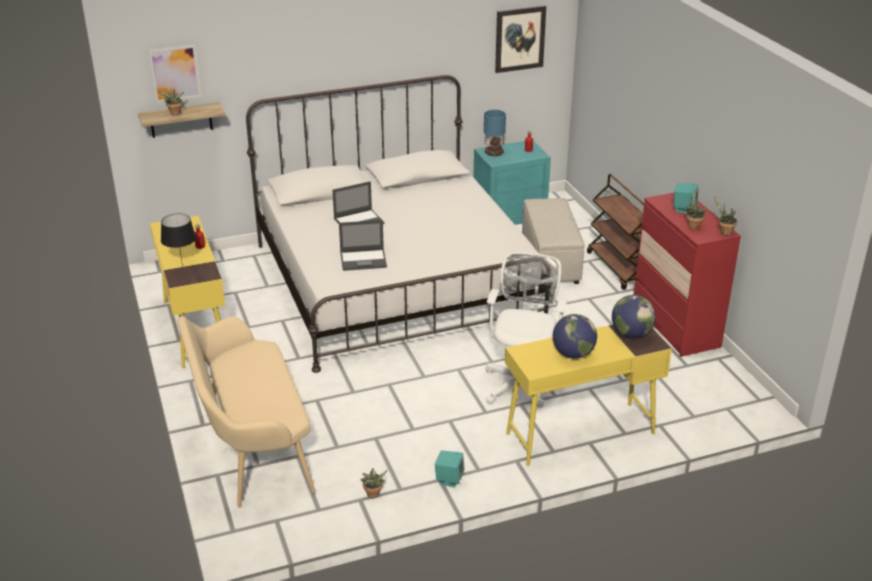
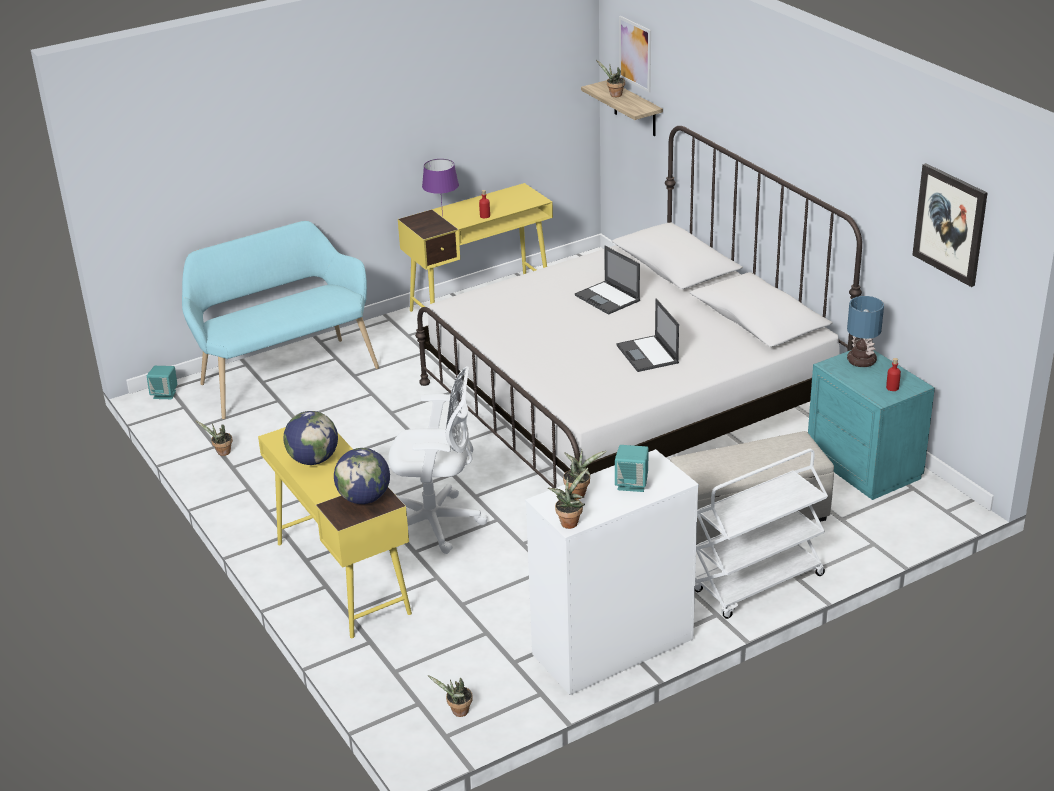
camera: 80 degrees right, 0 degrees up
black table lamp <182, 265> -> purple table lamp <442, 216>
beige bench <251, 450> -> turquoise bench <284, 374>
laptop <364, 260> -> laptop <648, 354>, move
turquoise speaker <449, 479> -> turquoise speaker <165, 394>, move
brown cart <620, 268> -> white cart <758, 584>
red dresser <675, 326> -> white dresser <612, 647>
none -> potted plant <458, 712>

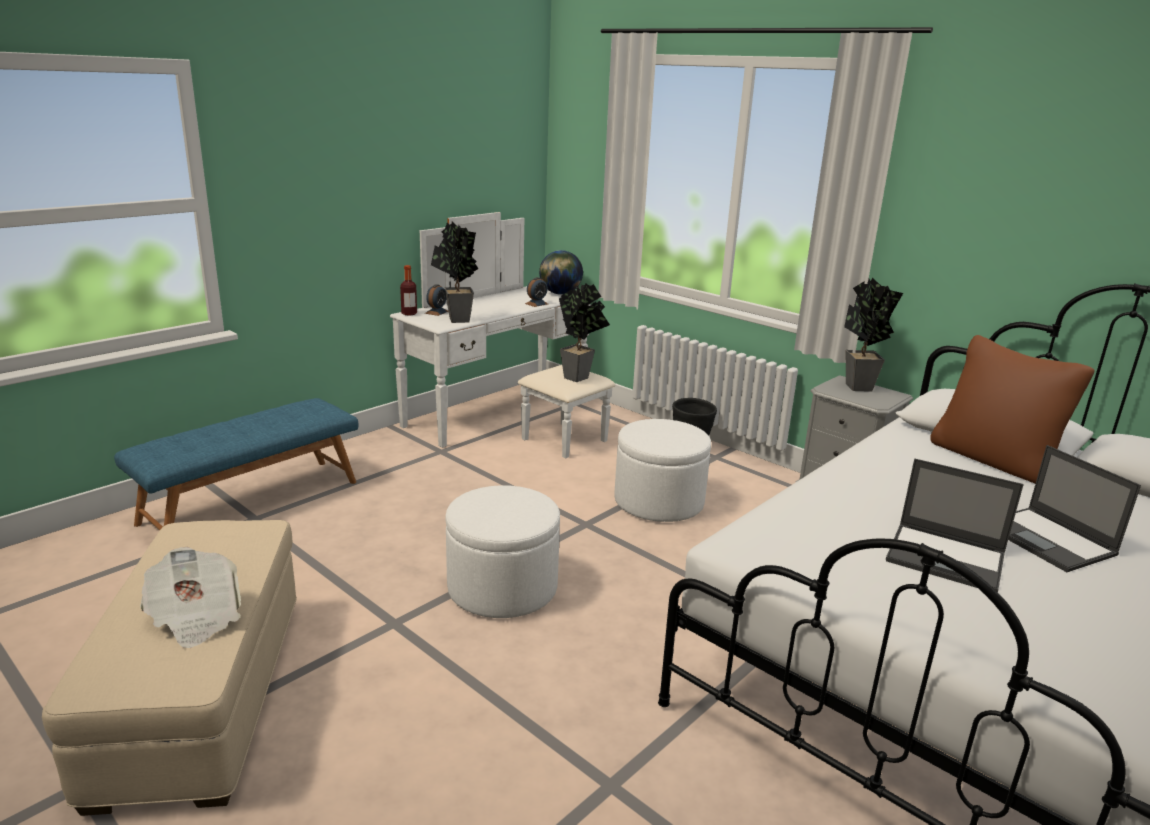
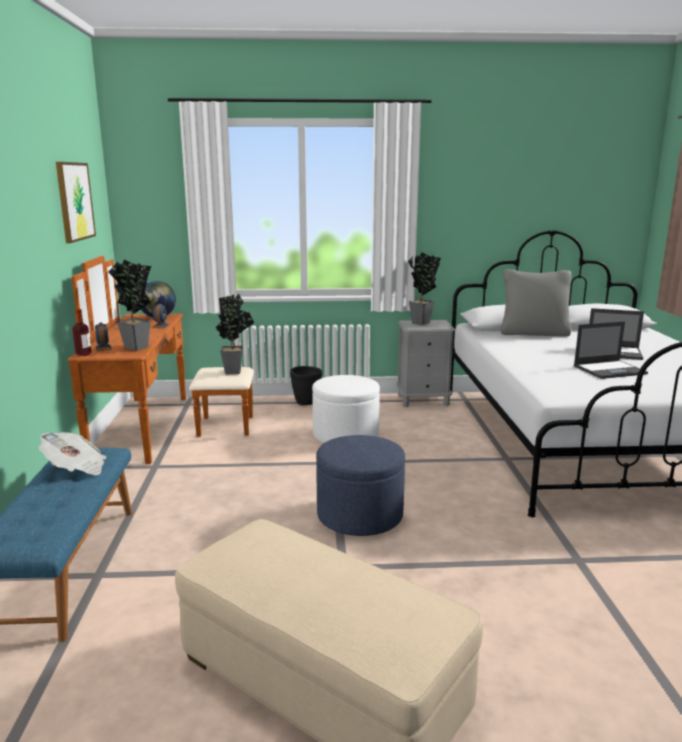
camera: 45 degrees left, 5 degrees down
newspaper <195, 617> -> newspaper <76, 468>, move
white dresser <512, 417> -> brown dresser <161, 427>
white ottoman <502, 588> -> blue ottoman <359, 515>
brown pillow <993, 459> -> grey pillow <533, 333>
none -> picture <74, 201>

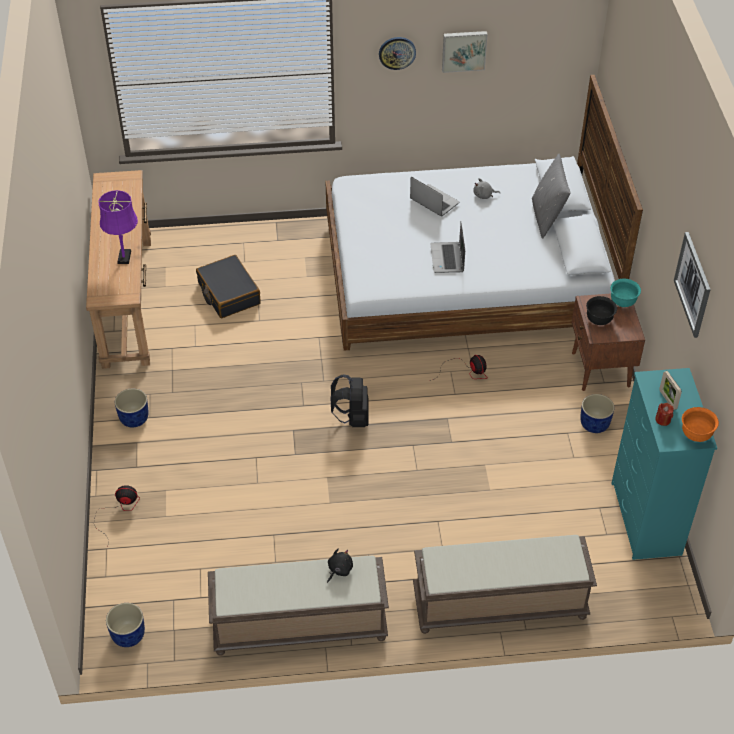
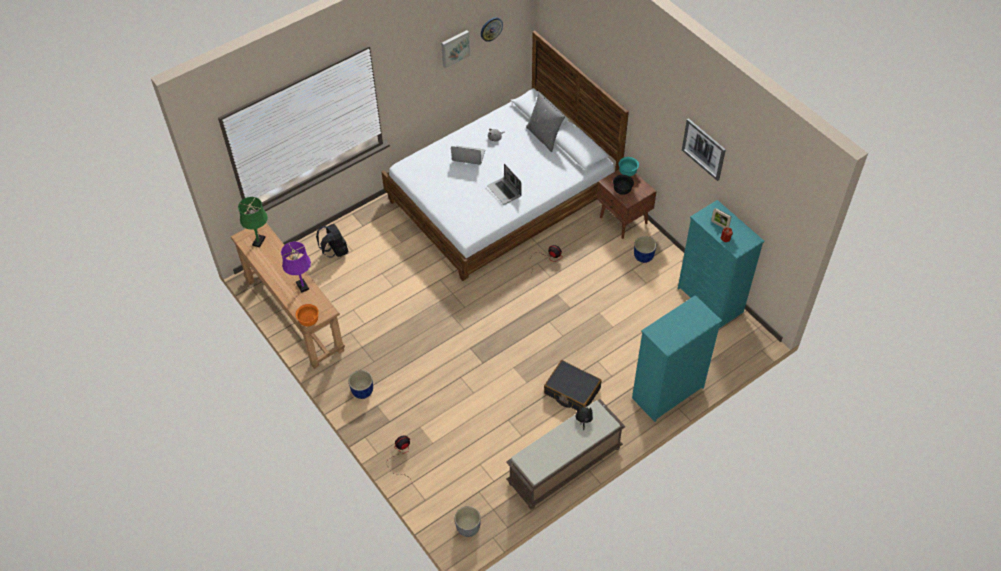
camera: 30 degrees left, 5 degrees up
blue planter <128, 634> -> grey planter <468, 527>
black suitcase <228, 294> -> black suitcase <572, 391>, move
black backpack <353, 418> -> black backpack <335, 251>, move
wall clock <397, 52> -> wall clock <491, 29>, move
brown bench <498, 604> -> turquoise dresser <667, 393>
orange bowl <696, 434> -> orange bowl <309, 321>, move
none -> green table lamp <259, 240>

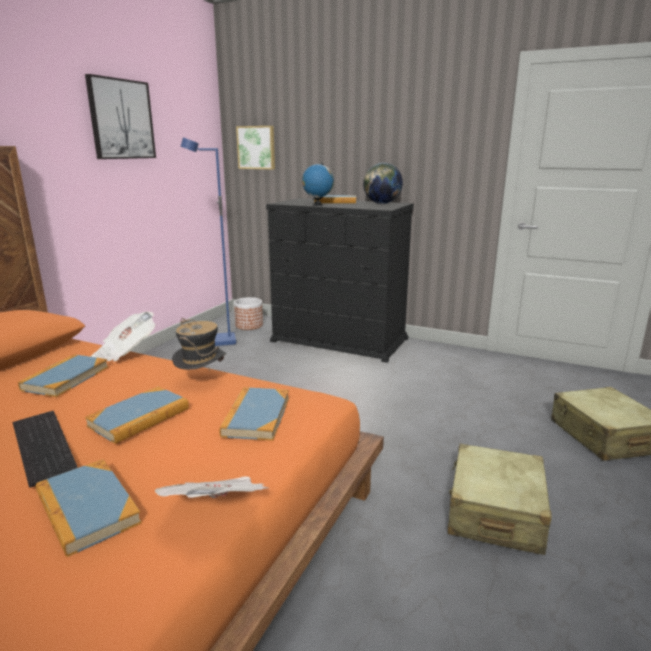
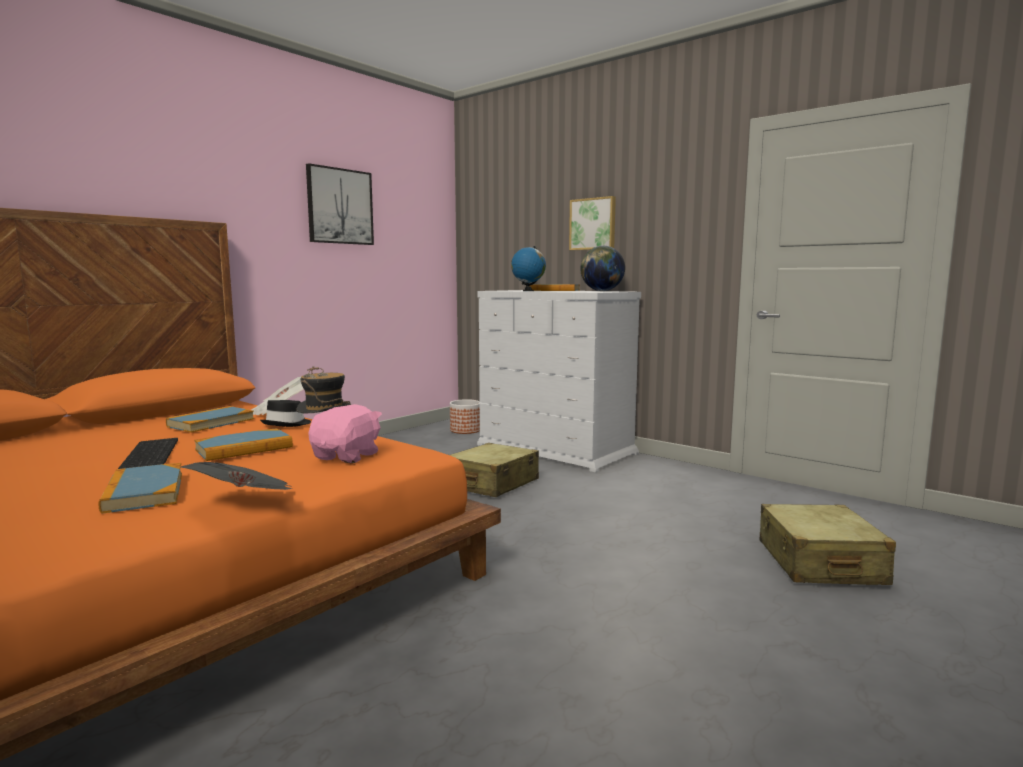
camera: 15 degrees right, 10 degrees down
blue floor lamp <219, 341> -> none
book <256, 416> -> pink plush toy <347, 456>
picture <256, 147> -> picture <593, 224>, move
black dresser <340, 340> -> white dresser <556, 449>
beige suitcase <495, 512> -> beige suitcase <491, 484>, move
none -> black hat <287, 424>

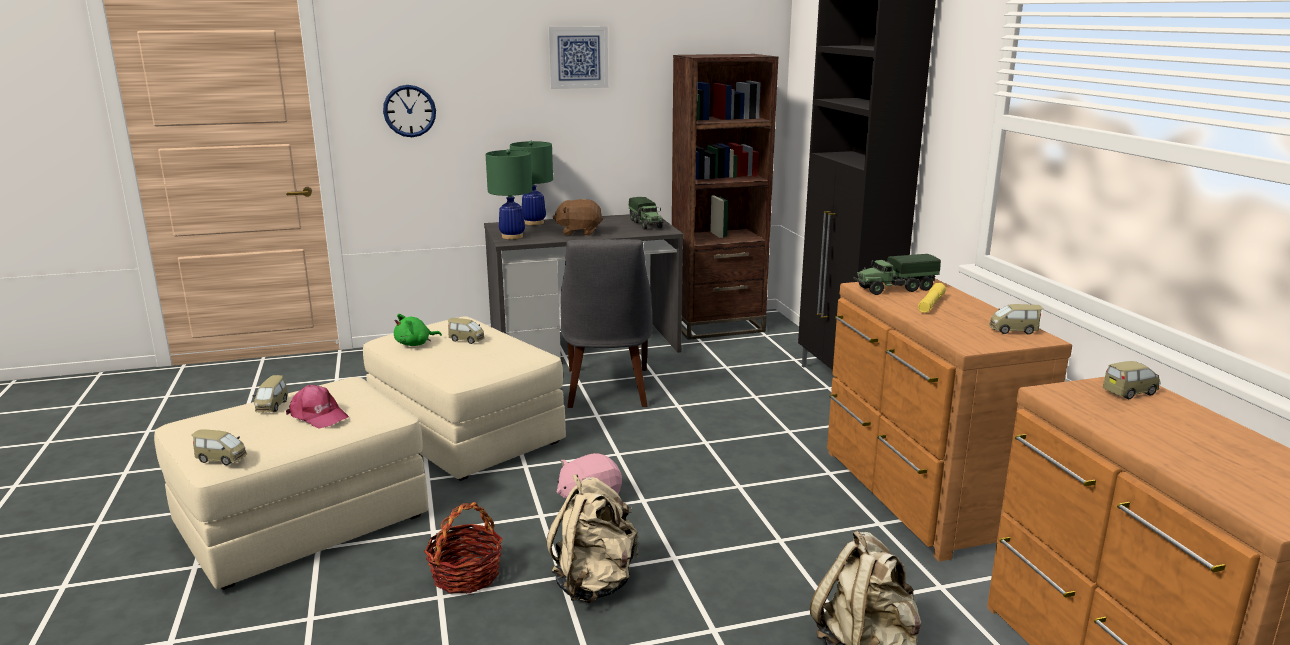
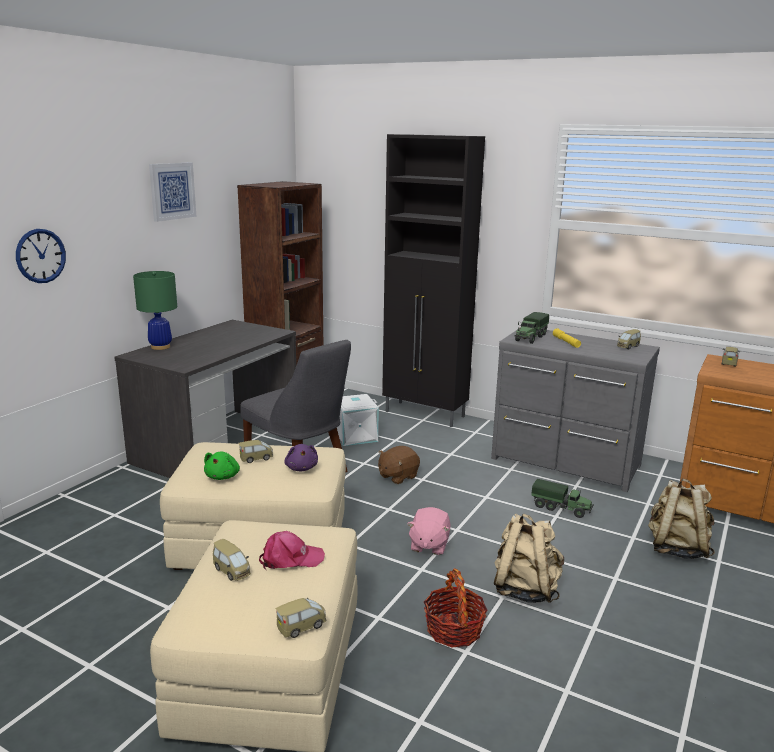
camera: 45 degrees left, 0 degrees up
green table lamp <512, 236> -> none
brown plush toy <579, 232> -> brown plush toy <397, 476>, move
toy truck <646, 224> -> toy truck <561, 508>, move
brown dresser <918, 496> -> grey dresser <565, 463>
none -> purple plush toy <301, 468>
none -> white storage box <355, 436>

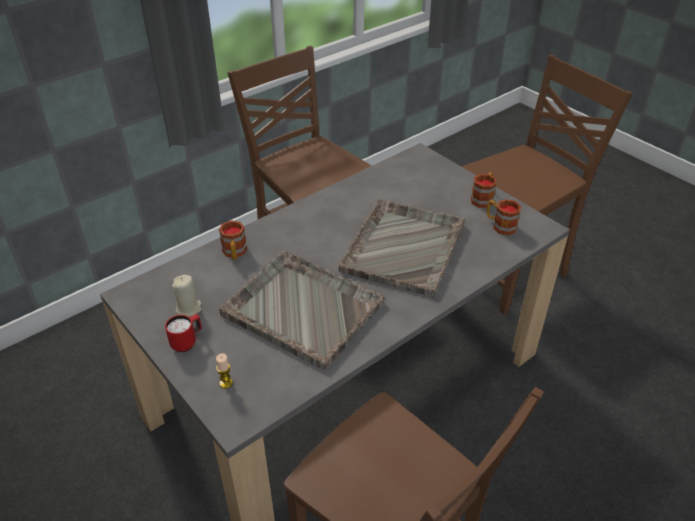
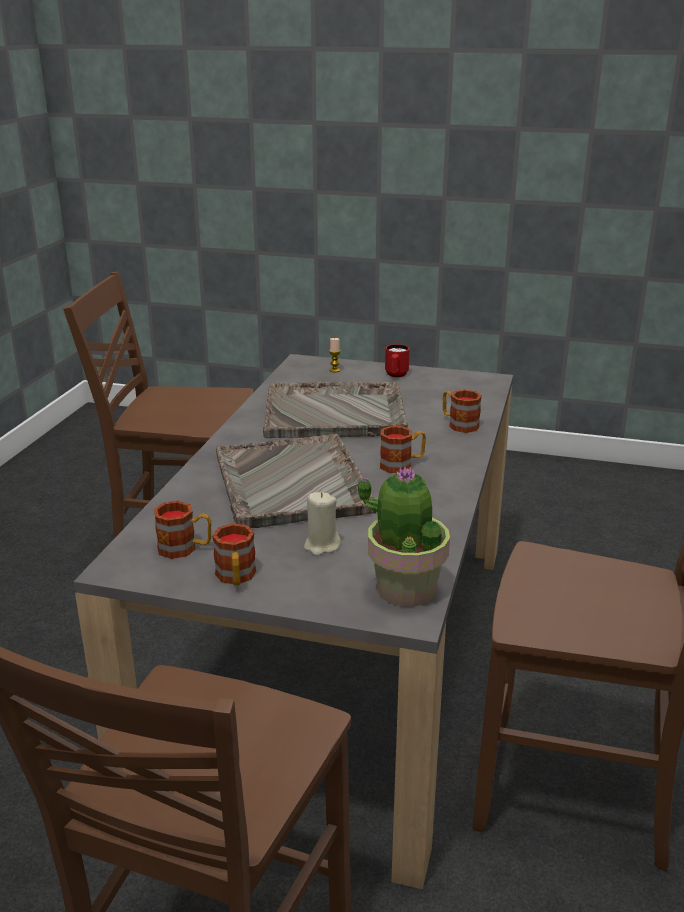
camera: 145 degrees right, 15 degrees down
beige candle <188, 308> -> beige candle <321, 546>, move
none -> potted plant <405, 589>
none -> mug <402, 464>

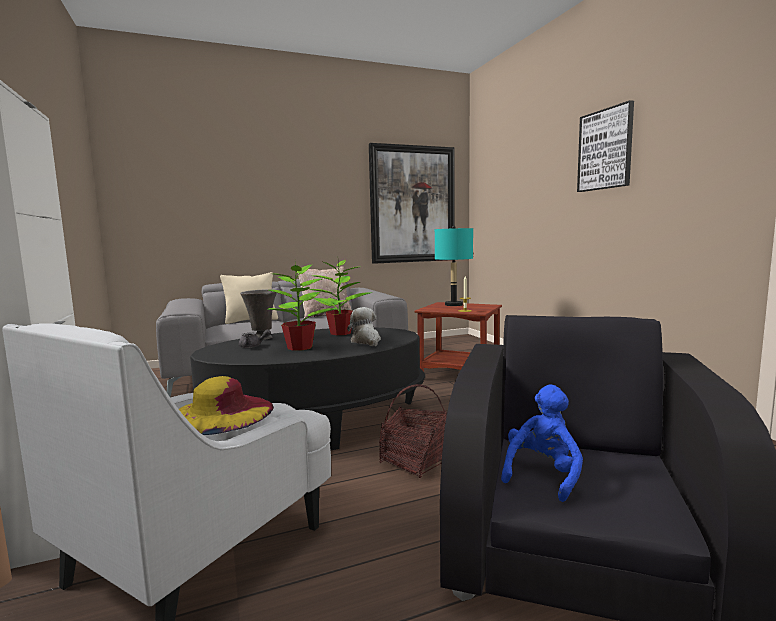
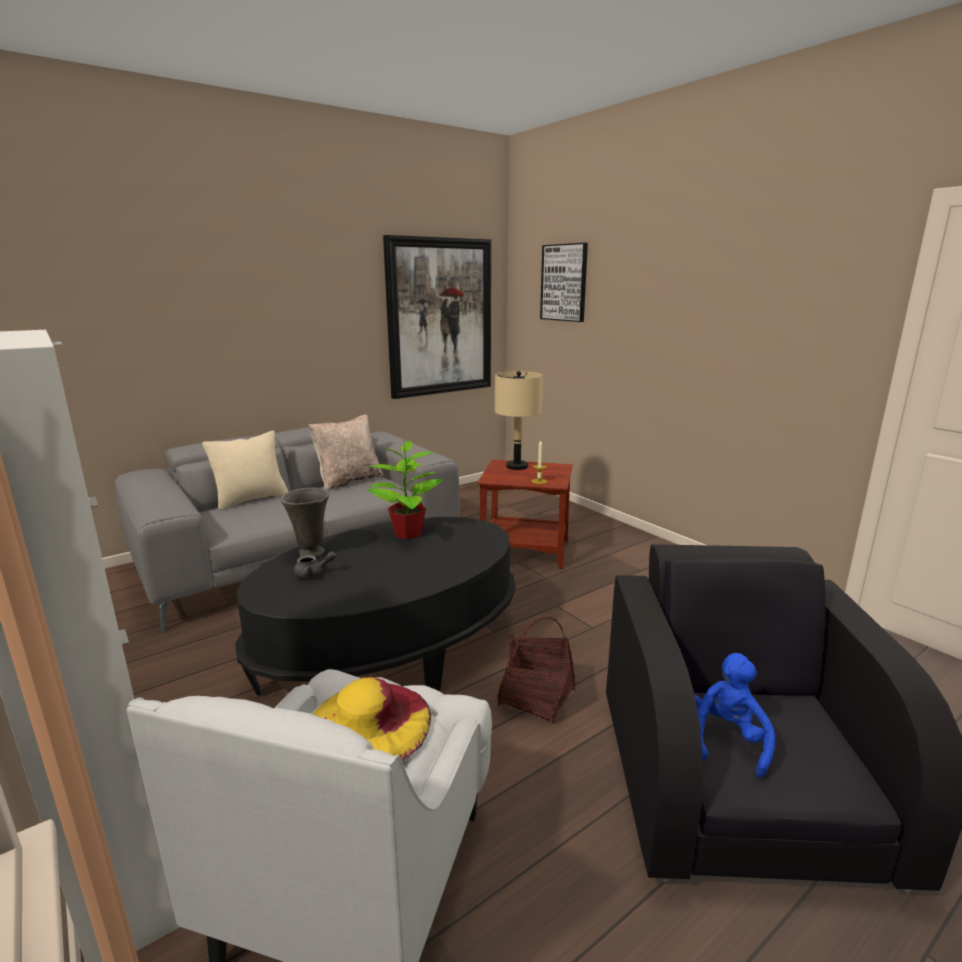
camera: 15 degrees left, 10 degrees up
potted plant <300, 347> -> none
plush toy <366, 341> -> none
turquoise table lamp <454, 305> -> beige table lamp <517, 467>
picture <605, 149> -> picture <564, 282>, move

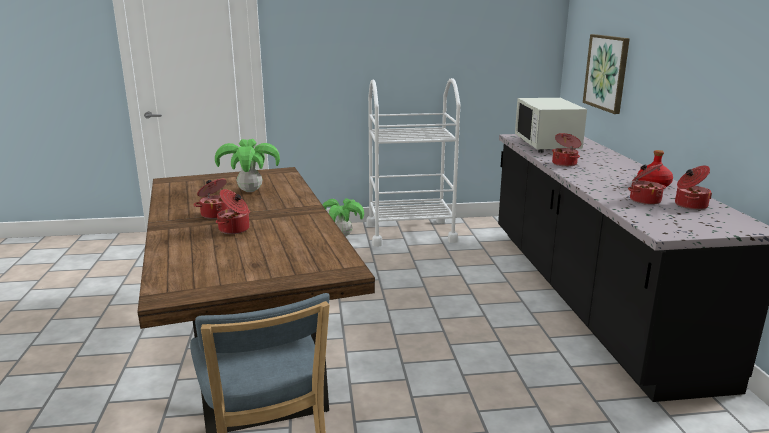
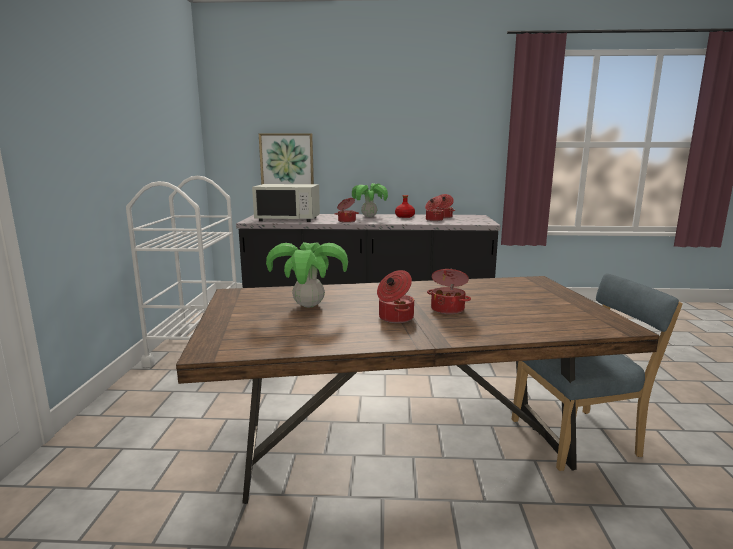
camera: 80 degrees left, 5 degrees down
potted plant <343, 235> -> potted plant <369, 216>, move

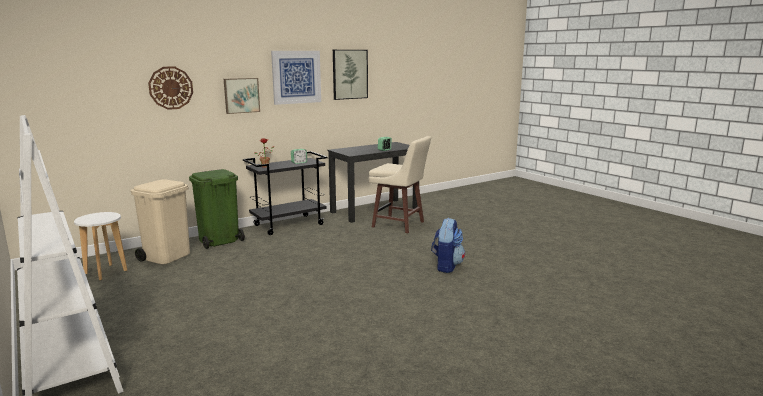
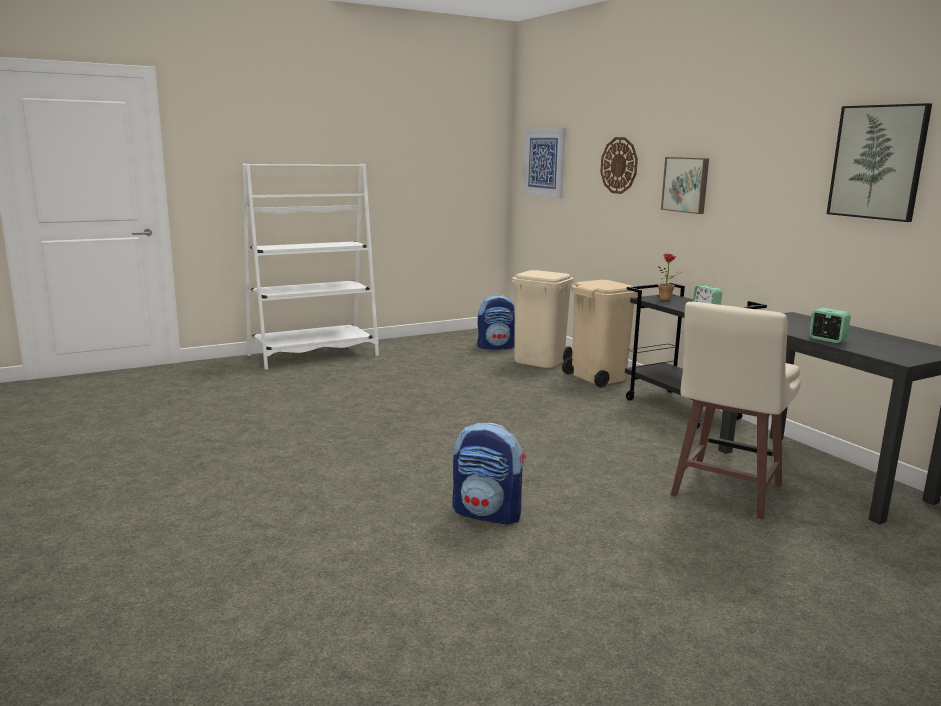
camera: 95 degrees right, 0 degrees up
white stool <105, 272> -> backpack <496, 347>
green trash can <219, 240> -> beige trash can <597, 377>
picture <296, 77> -> picture <544, 162>, move

